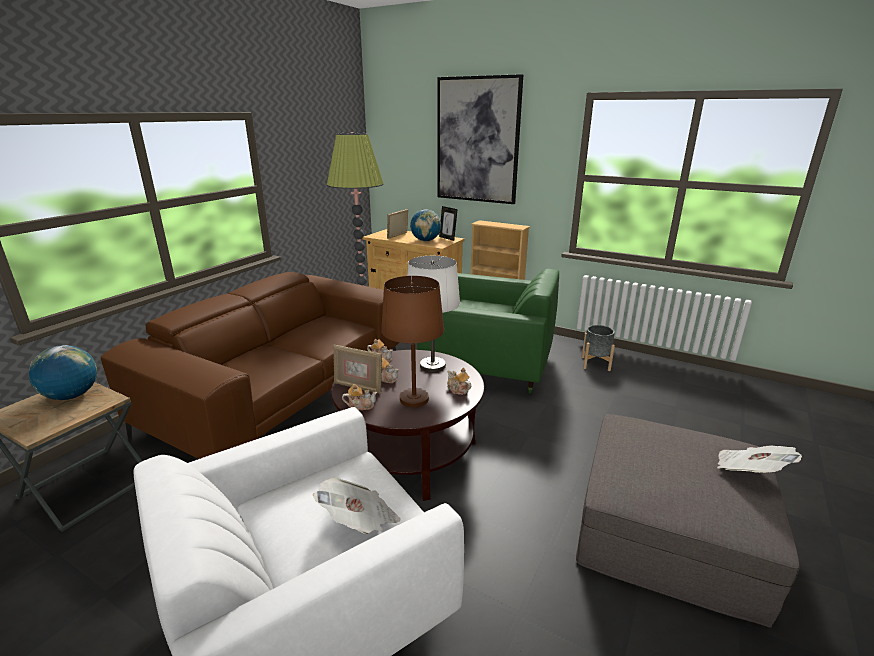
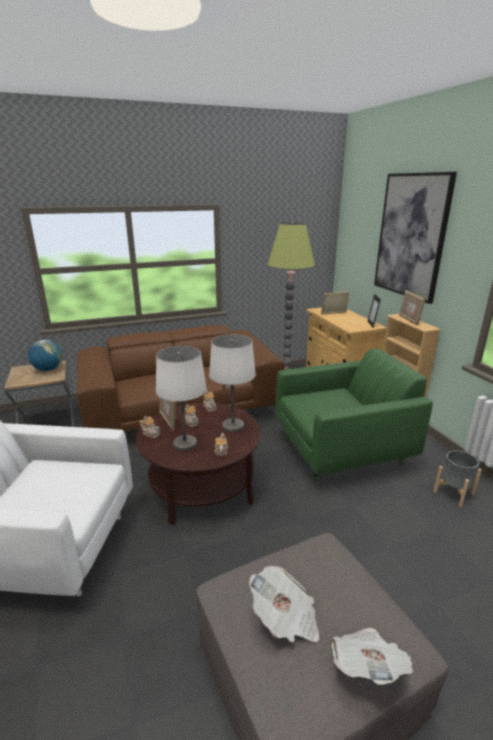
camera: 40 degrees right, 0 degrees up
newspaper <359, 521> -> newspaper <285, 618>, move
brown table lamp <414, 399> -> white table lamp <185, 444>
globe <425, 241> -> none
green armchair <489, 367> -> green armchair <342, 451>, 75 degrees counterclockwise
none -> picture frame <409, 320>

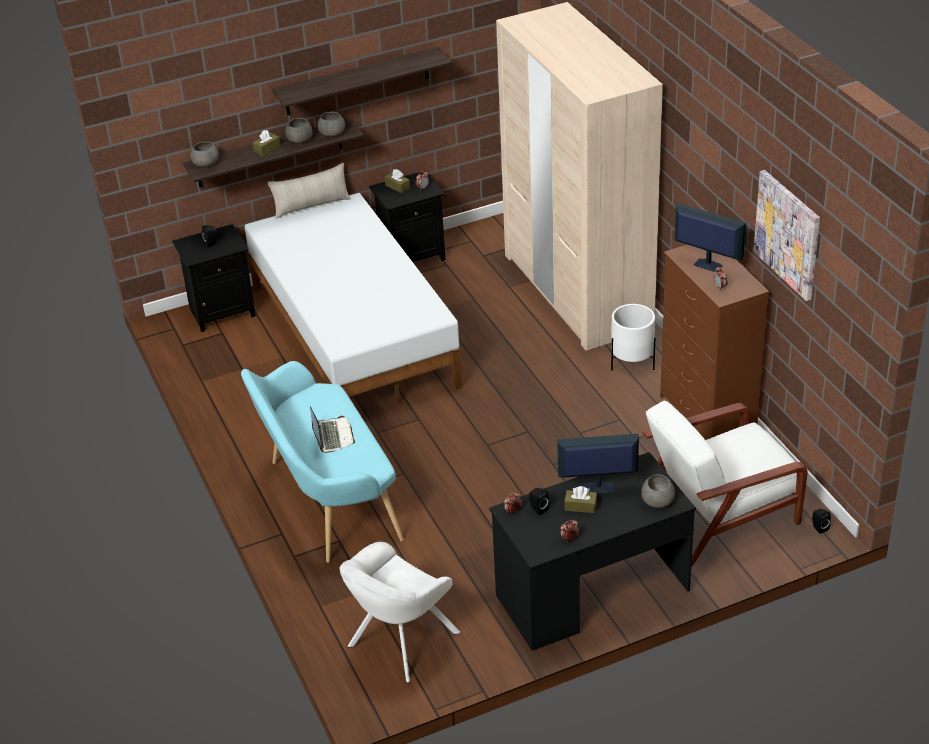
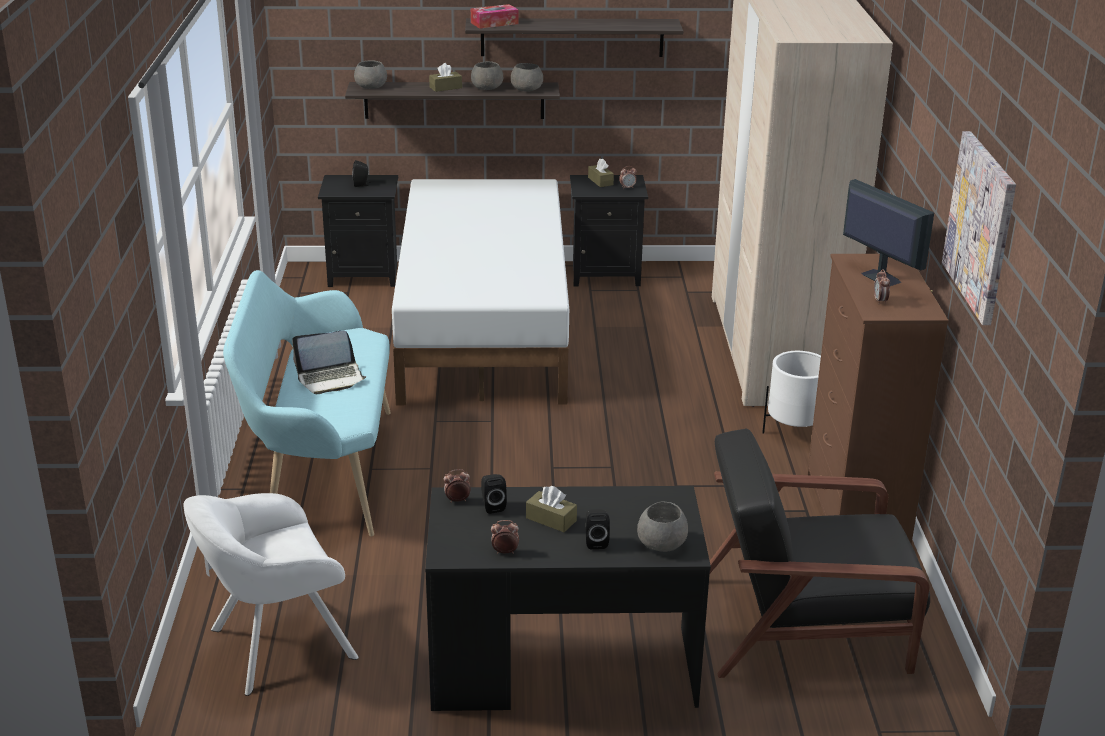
camera: 20 degrees right, 10 degrees down
beige pillow <311, 206> -> none
laptop <332, 436> -> laptop <331, 378>, 60 degrees clockwise
monitor <597, 488> -> none
white armchair <720, 511> -> black armchair <806, 624>
black speaker <819, 527> -> black speaker <595, 542>, move
none -> tissue box <494, 23>

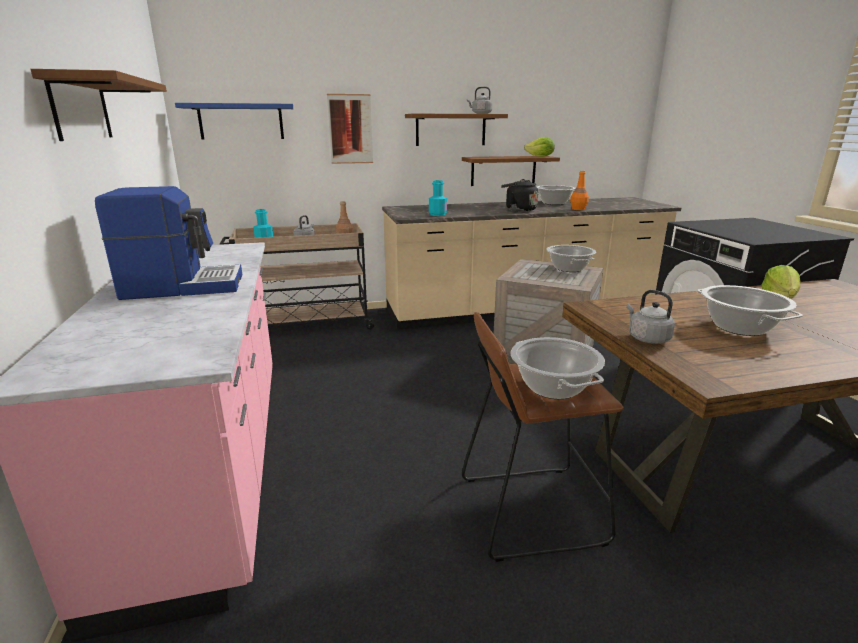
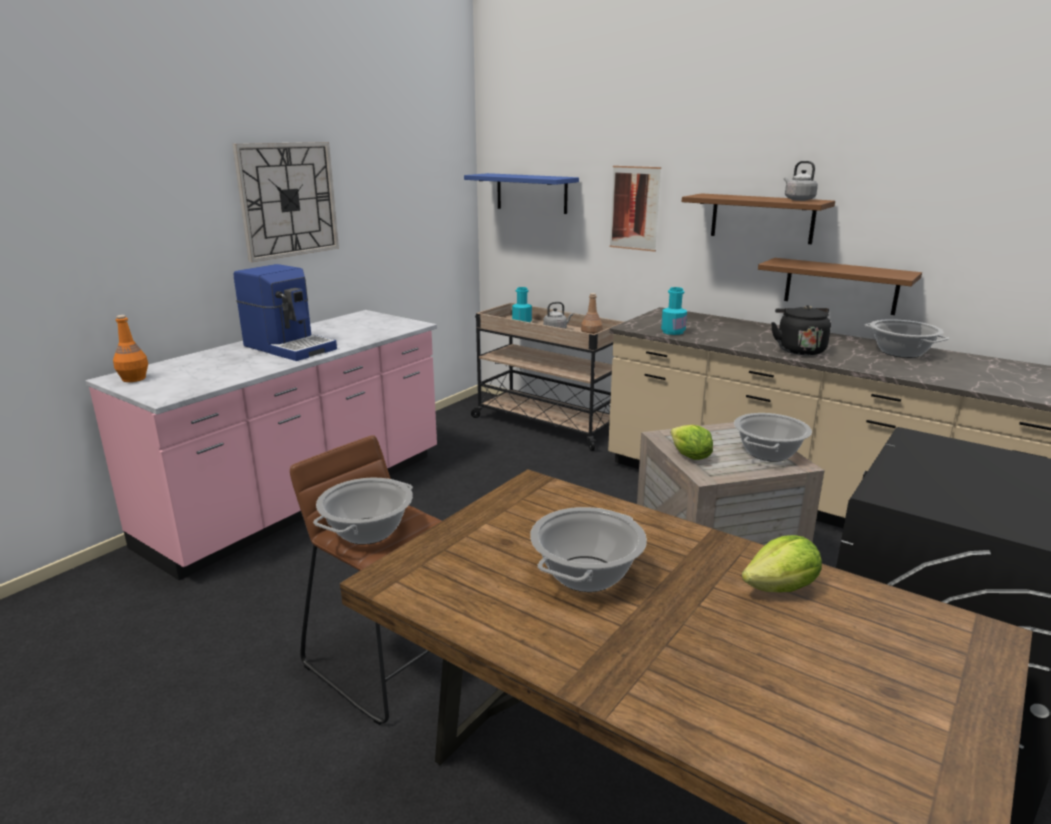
camera: 50 degrees right, 0 degrees up
brown shelf <81, 108> -> wall clock <288, 200>
lettuce <540, 157> -> lettuce <690, 457>, move
orange bottle <578, 209> -> orange bottle <133, 379>, move
grey kettle <646, 338> -> none

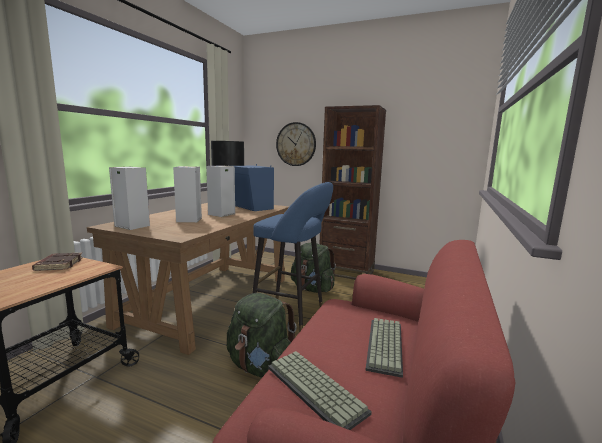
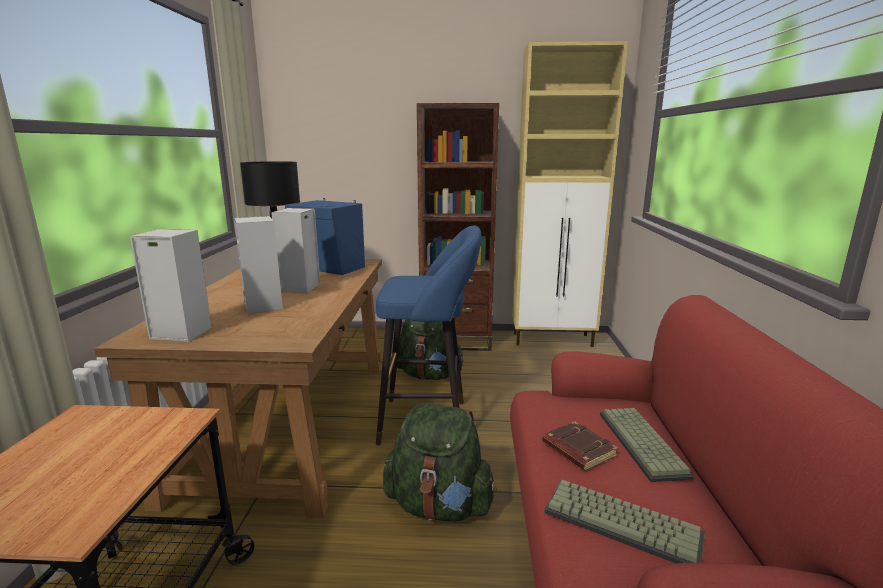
camera: 20 degrees left, 5 degrees up
brown book <58, 265> -> brown book <577, 450>, move
wall clock <296, 144> -> none
none -> beige cabinet <553, 340>

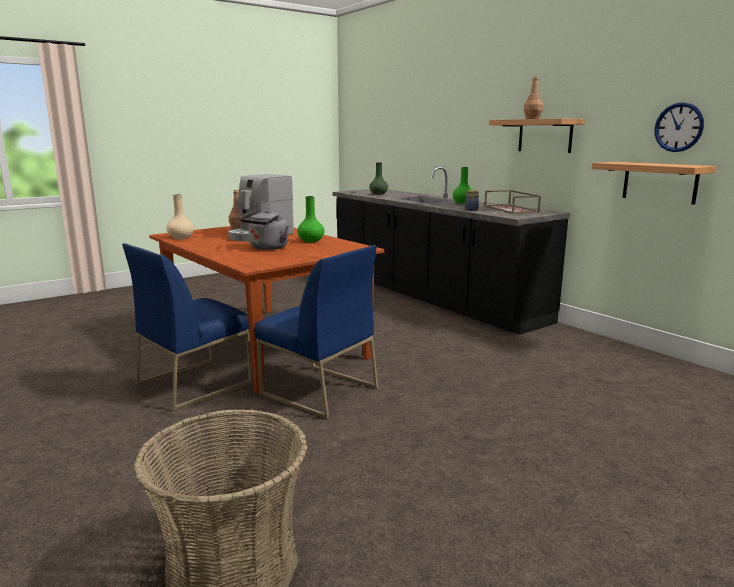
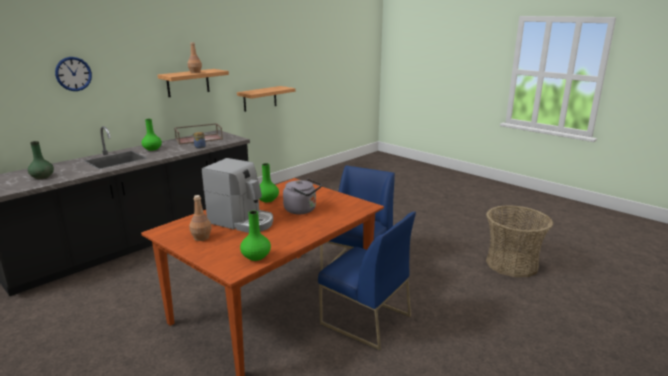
camera: 100 degrees left, 5 degrees up
beige vase <181, 238> -> green vase <256, 256>
wall clock <678, 127> -> wall clock <73, 74>, move

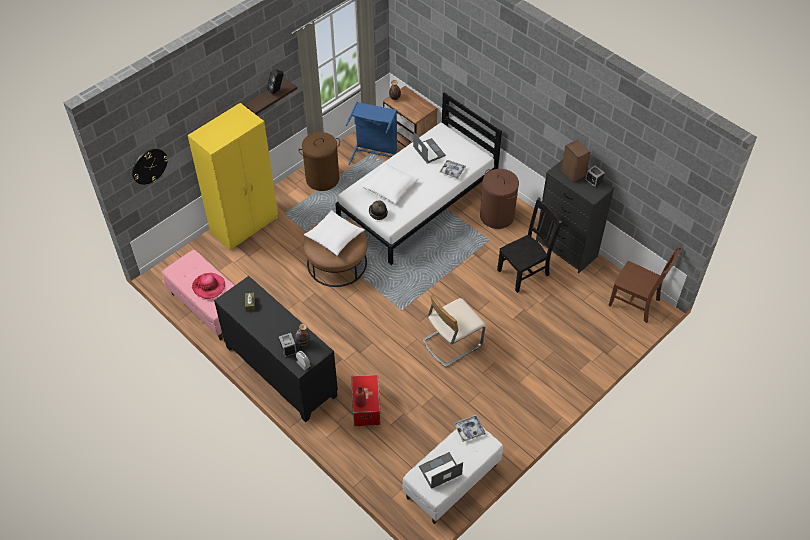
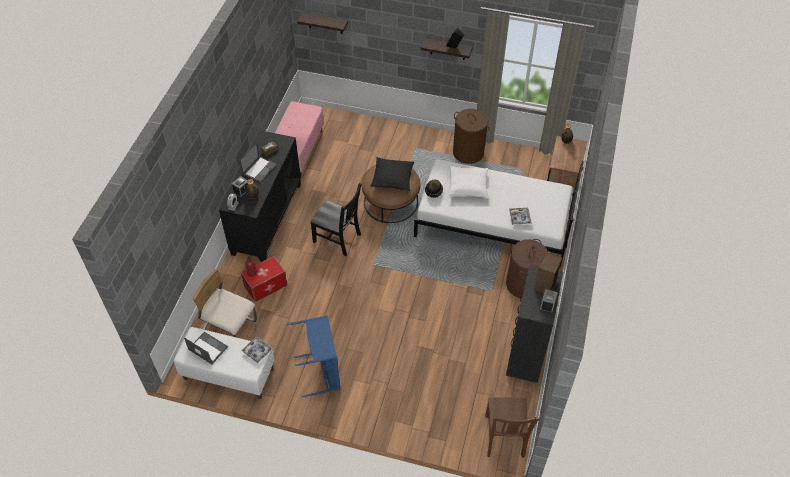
camera: 60 degrees right, 0 degrees up
wall clock <149, 166> -> shelf <325, 23>
yellow wardrobe <245, 225> -> none
hat <209, 286> -> none
white pillow <334, 236> -> black pillow <392, 178>
blue laundry basket <374, 154> -> blue laundry basket <323, 372>, move
laptop <428, 151> -> laptop <259, 169>, move
beige chair <451, 342> -> beige chair <229, 328>, move
black chair <524, 272> -> black chair <338, 239>, move

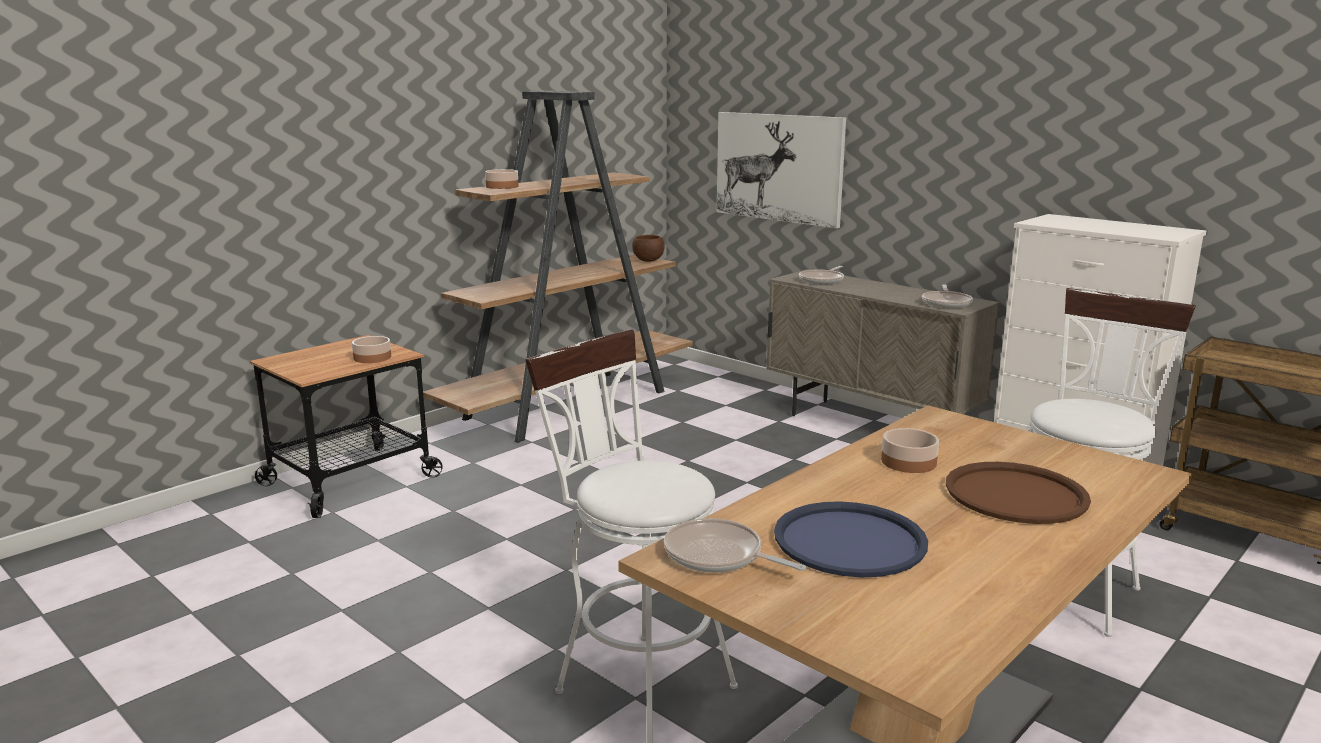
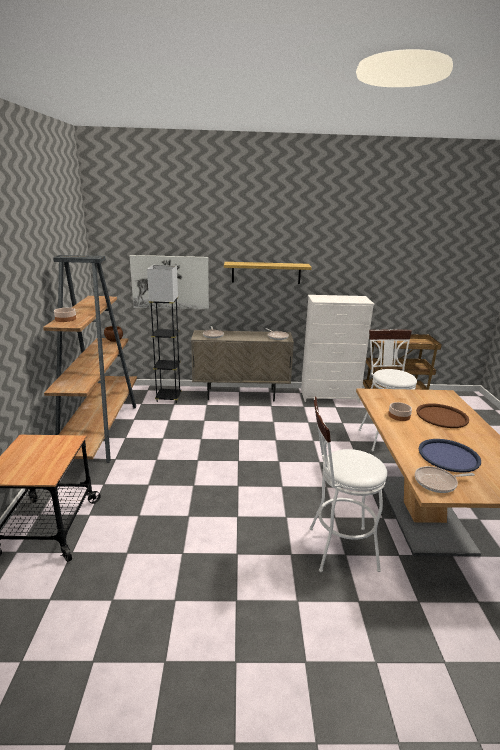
camera: 45 degrees left, 5 degrees up
bowl <371, 357> -> none
none -> black floor lamp <168, 398>
none -> shelf <266, 272>

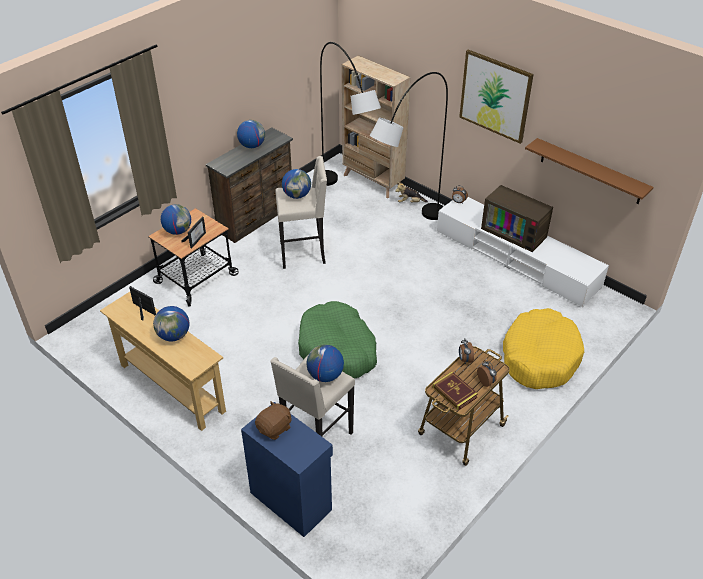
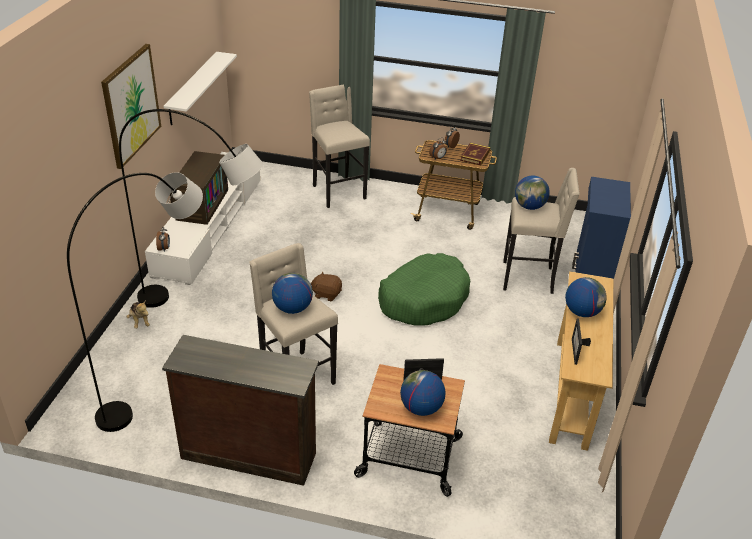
camera: 120 degrees left, 5 degrees down
globe <252, 146> -> none
brown plush toy <275, 428> -> brown plush toy <326, 294>, move
beige bookcase <373, 181> -> none
yellow dog bed <540, 357> -> beige stool <337, 192>
brown shelf <590, 171> -> white shelf <192, 88>

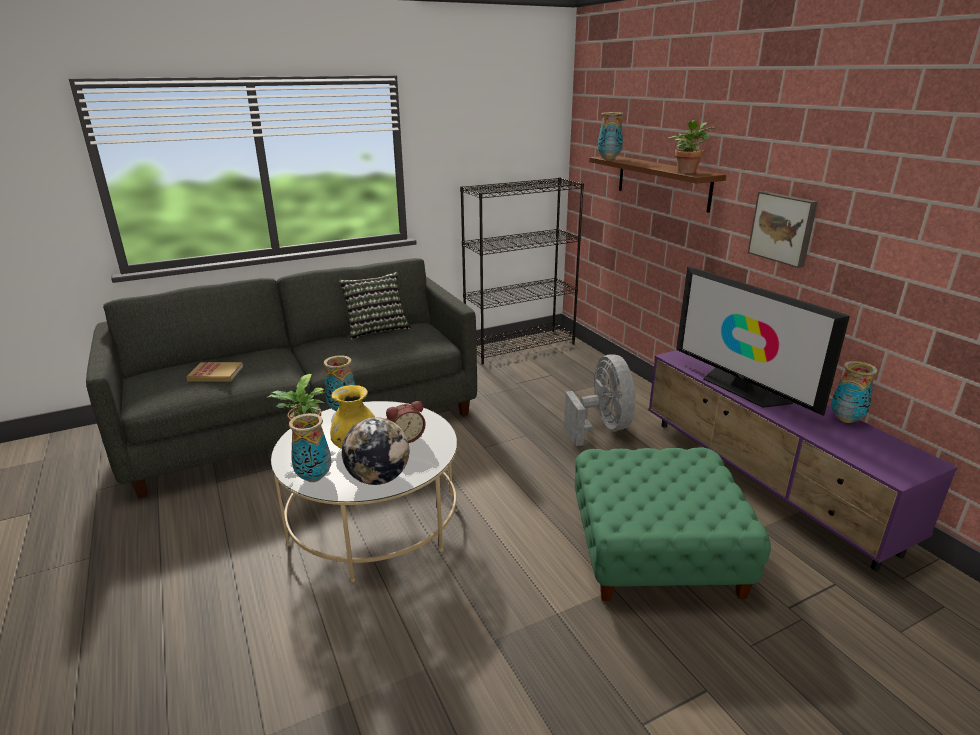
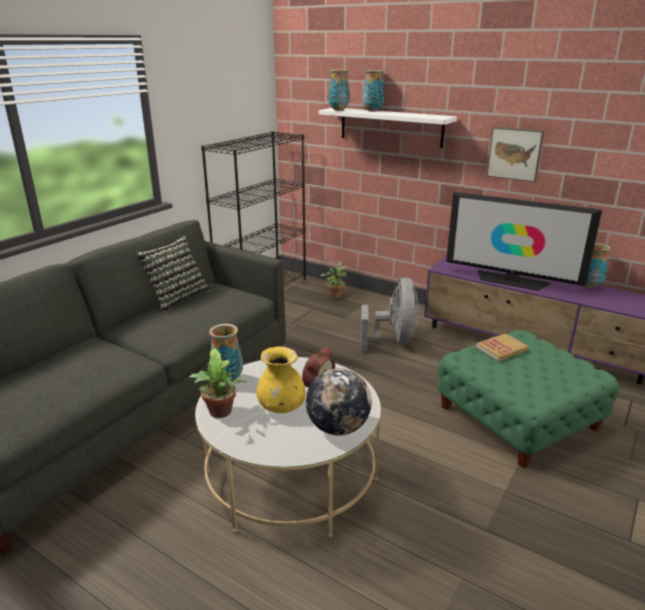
camera: 30 degrees left, 0 degrees up
book <215, 374> -> book <501, 349>, move
vase <313, 478> -> vase <372, 111>, move
grey fan <602, 427> -> grey fan <394, 340>, 45 degrees clockwise
brown shelf <662, 182> -> white shelf <390, 127>
potted plant <687, 172> -> potted plant <335, 295>, move

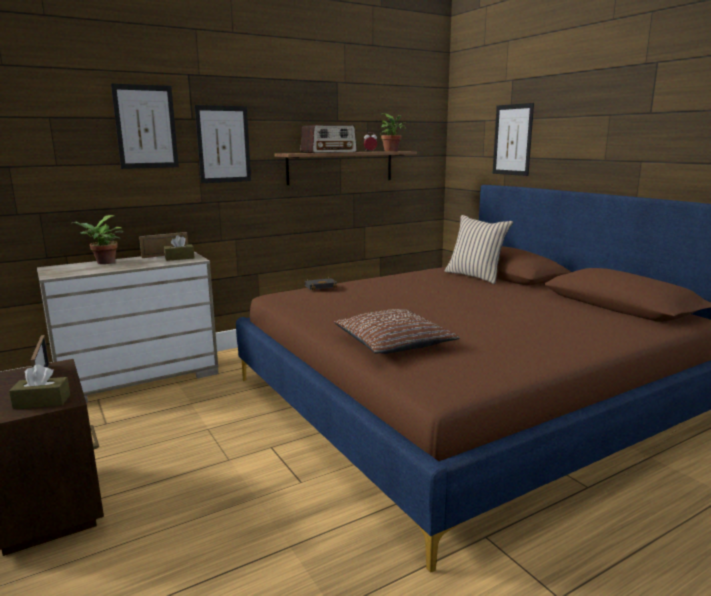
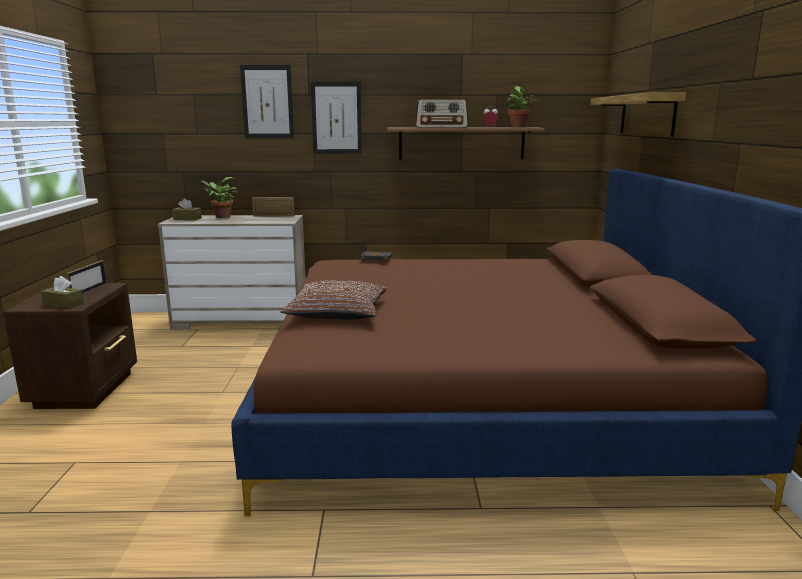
camera: 30 degrees right, 0 degrees up
brown tissue box <179, 258> -> brown tissue box <187, 219>, move
beige pillow <475, 276> -> none
picture <512, 140> -> shelf <647, 115>

